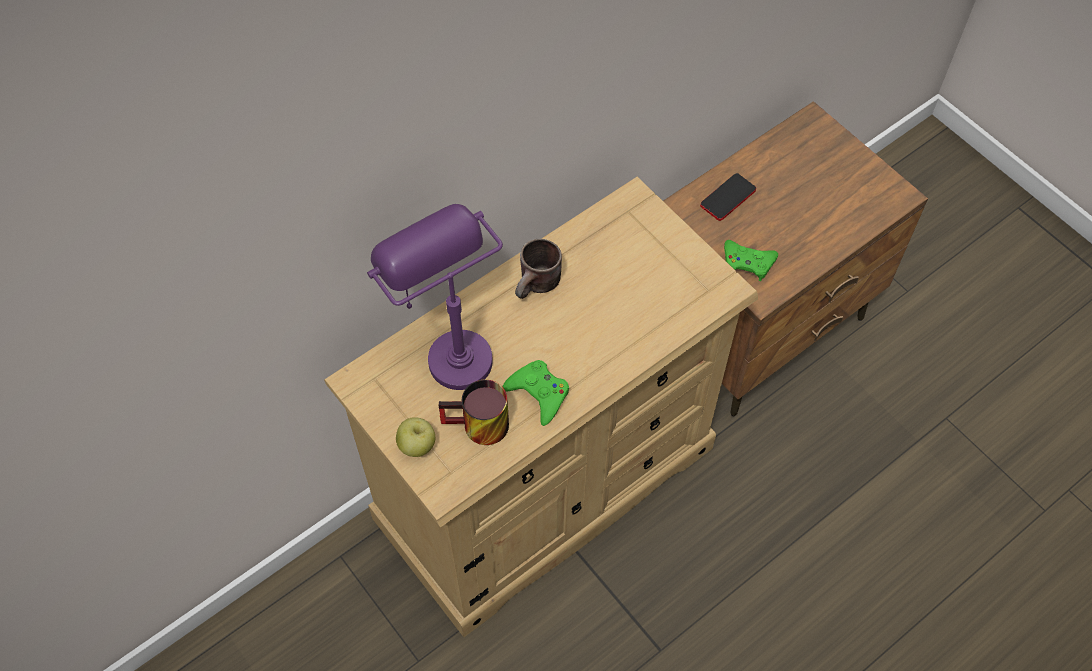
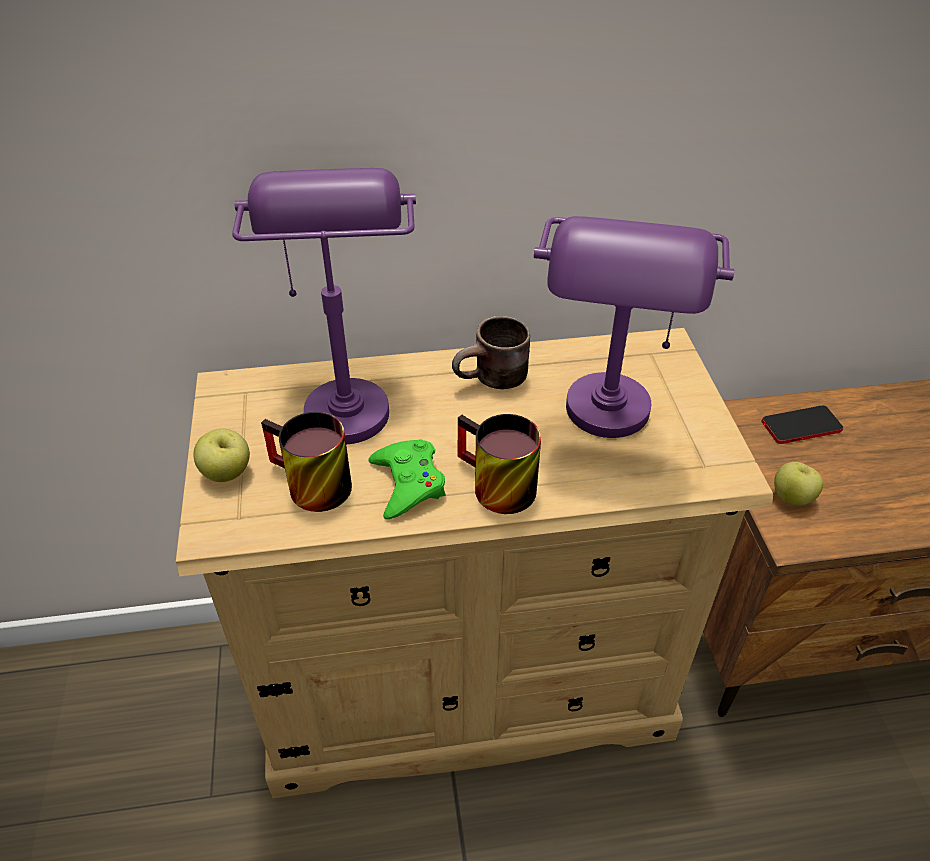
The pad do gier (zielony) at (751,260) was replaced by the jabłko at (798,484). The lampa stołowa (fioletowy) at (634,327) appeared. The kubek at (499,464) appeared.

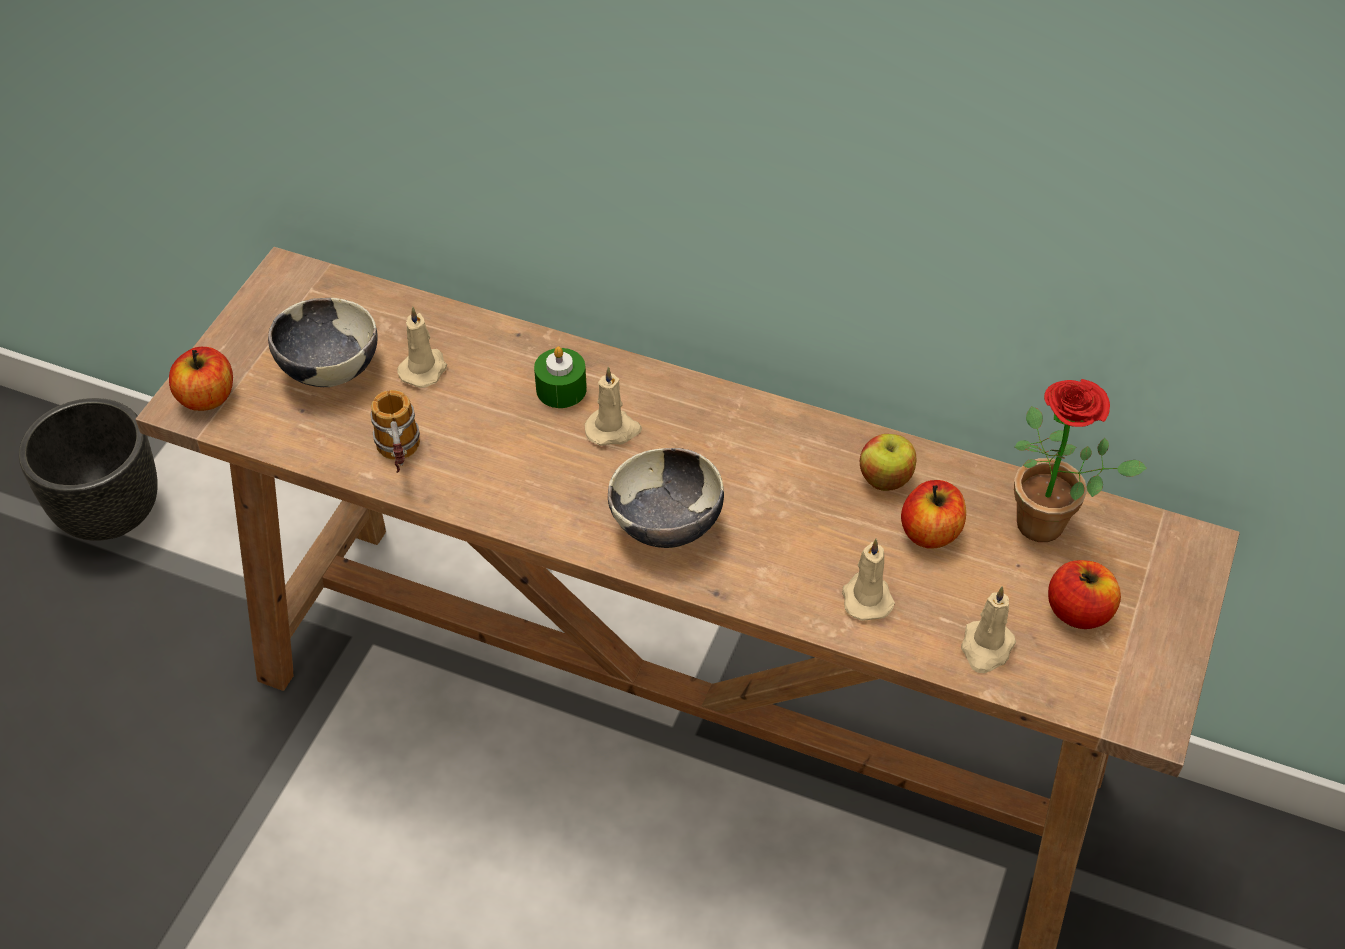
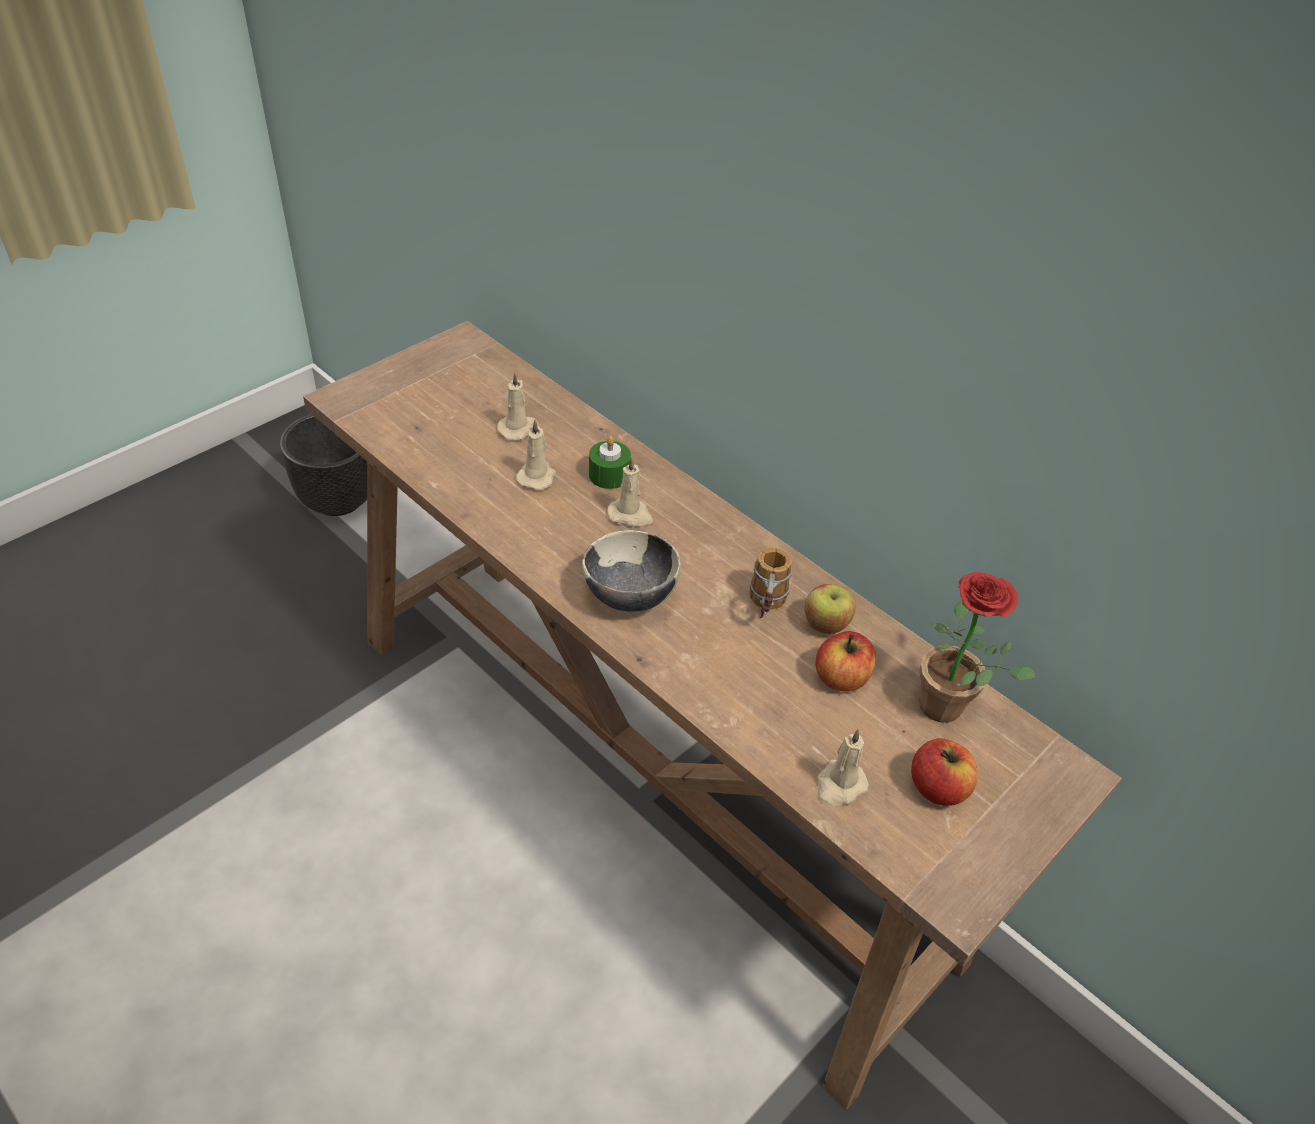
The miska at (323,342) disappeared. The jabłko at (201,379) disappeared. The kubek moved from (395,431) to (770,583). The świeca (beżowy) moved from (868,580) to (536,454).

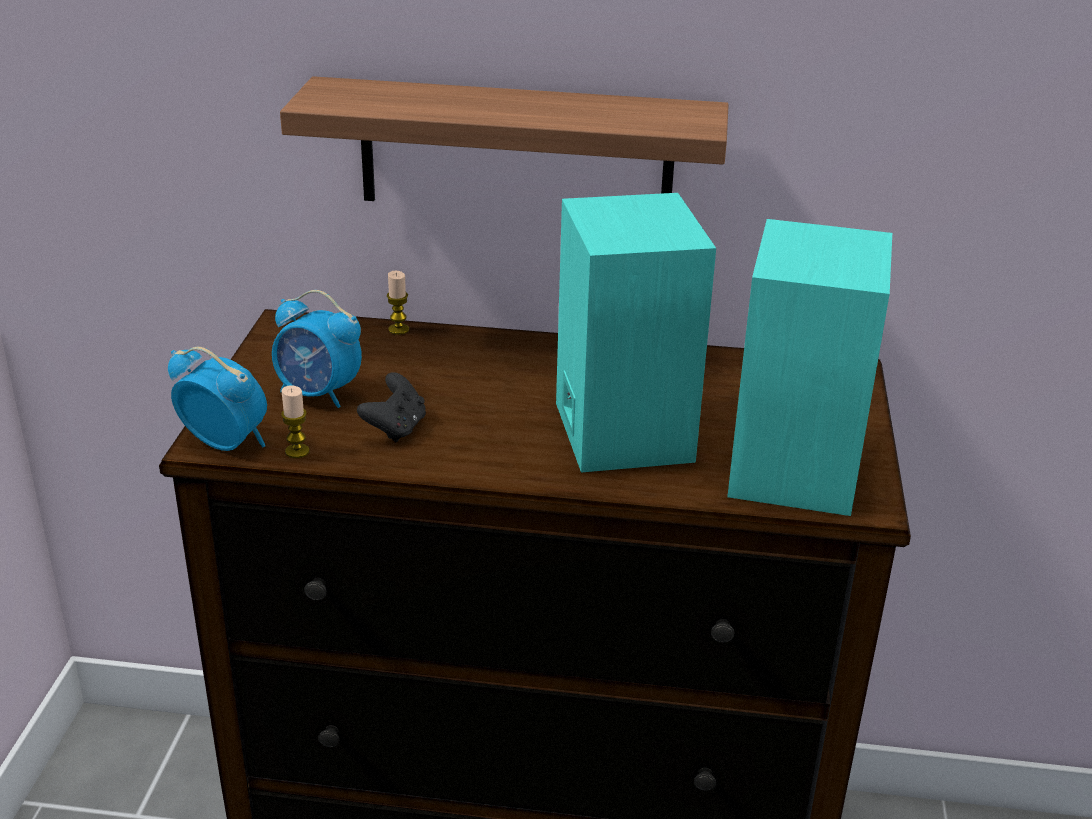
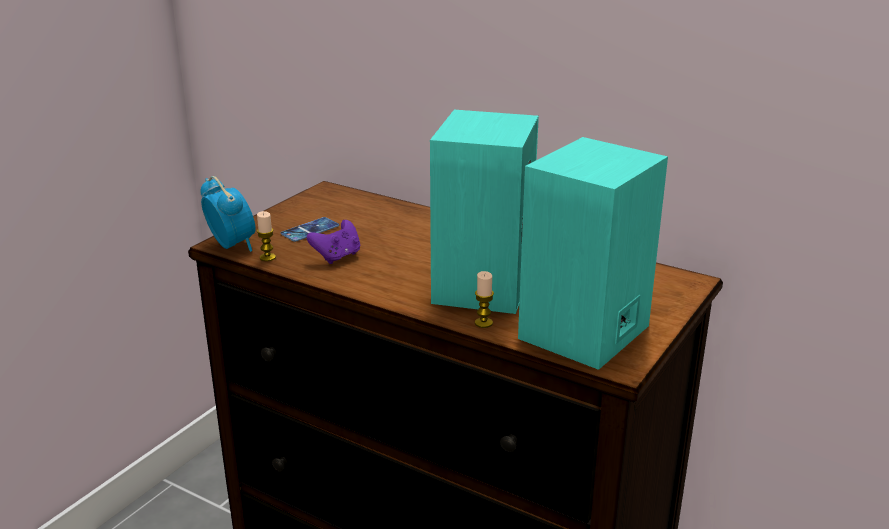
The półka at (504,138) disappeared. The świeca moved from (398,303) to (484,299). The budzik at (317,349) was replaced by the telefon at (310,229). The pad do gier (czarny) at (391,407) became the pad do gier (fioletowy) at (333,242).

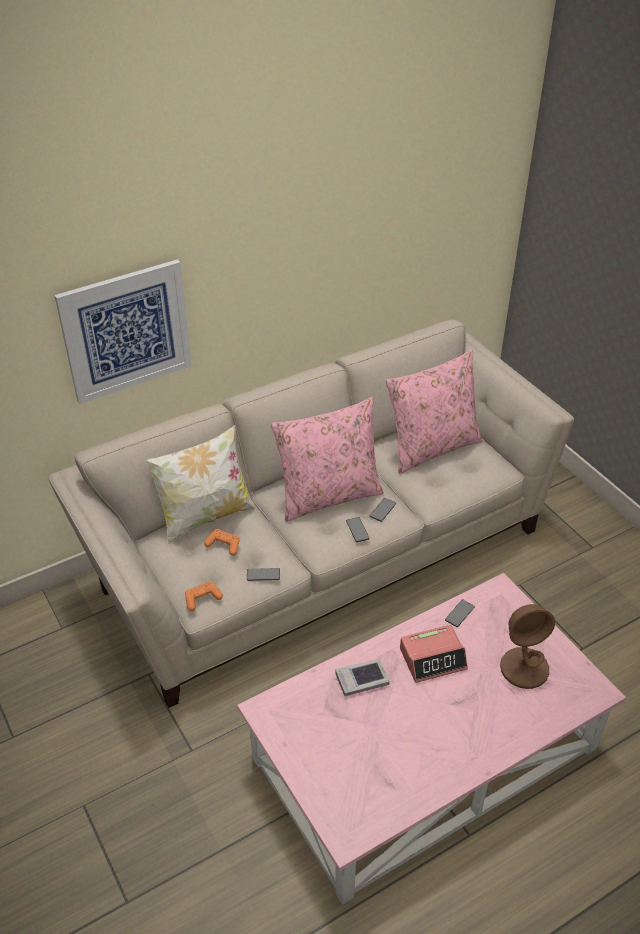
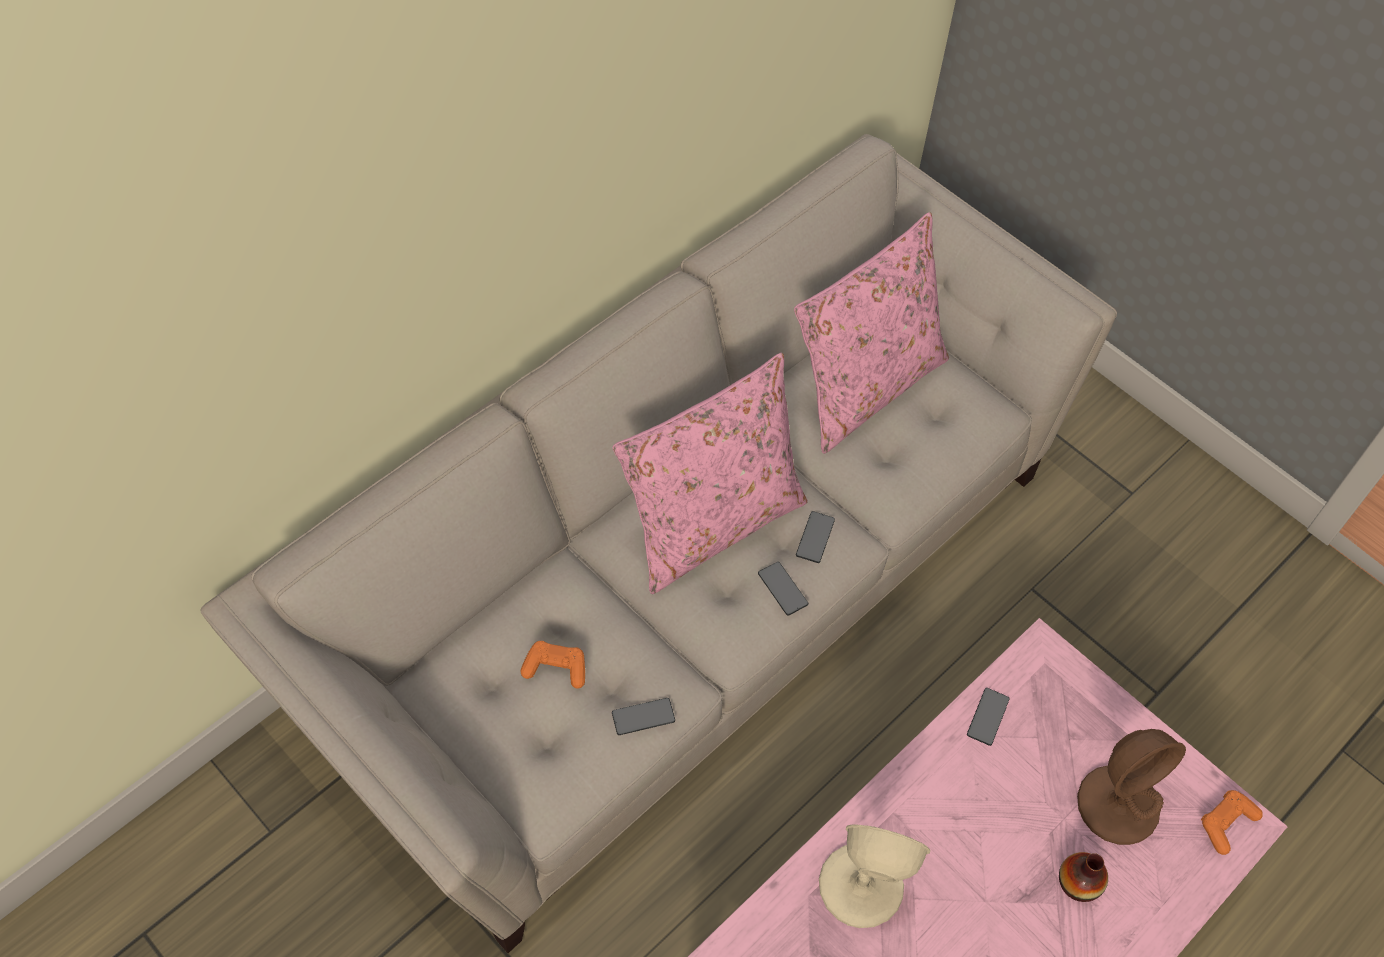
The obraz at (123,331) disappeared. The poduszka at (200,484) disappeared. The pad do gier (pomarańczowy) moved from (204,596) to (1232,822). The budzik at (434,654) disappeared. The książka at (362,677) was replaced by the lampa stołowa (beżowy) at (874,876). The wazon at (1083,877) appeared.

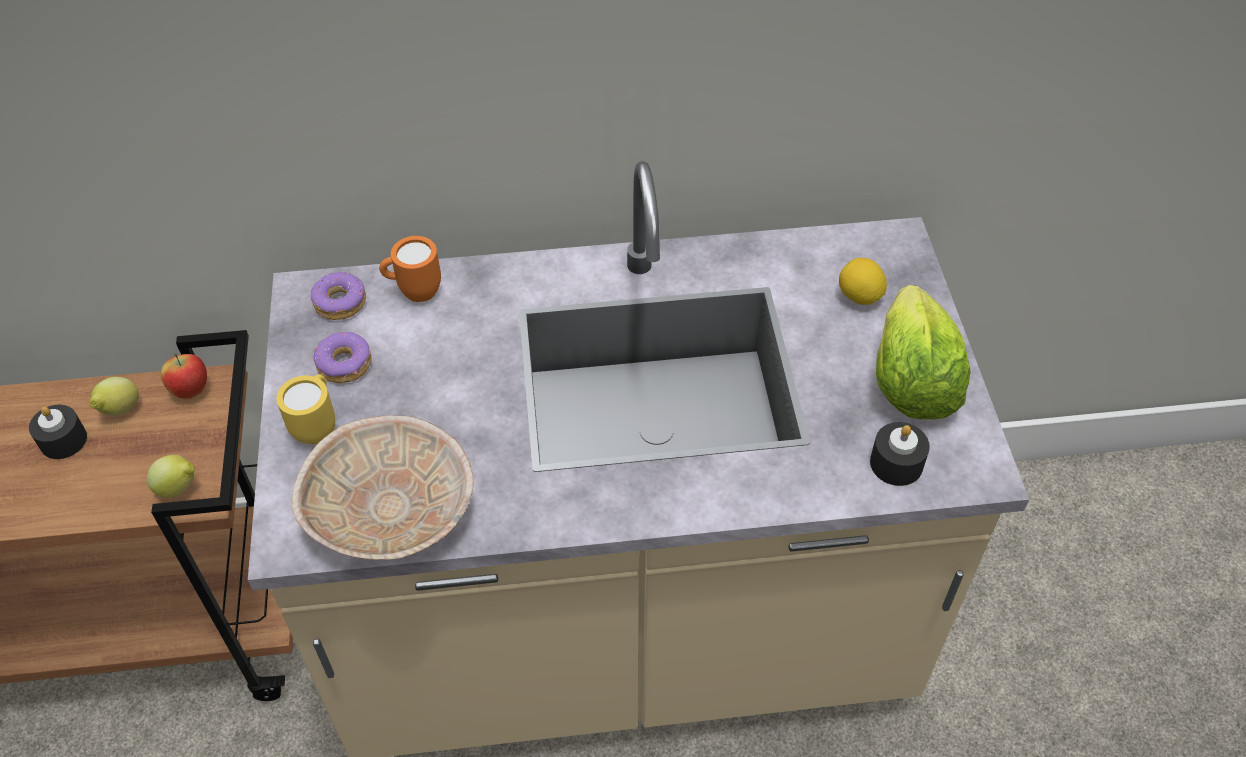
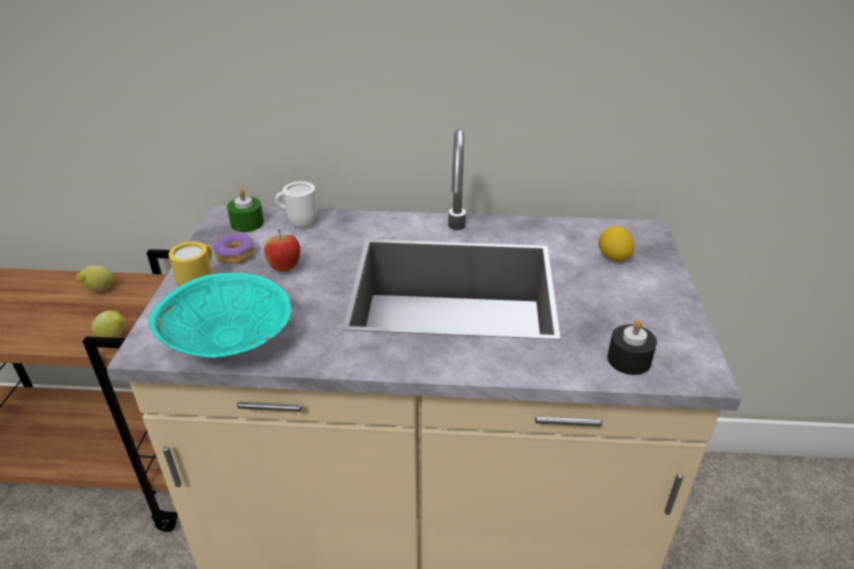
The kubek (pomarańczowy) at (410,269) became the kubek (biały) at (296,204). The donut at (338,296) was replaced by the świeca (zielony) at (245,210). The sałata at (923,352) disappeared. The jabłko moved from (184,376) to (282,251). The świeca (czarny) at (58,432) disappeared. The miska (beżowy) at (383,487) became the miska (turkusowy) at (220,315).

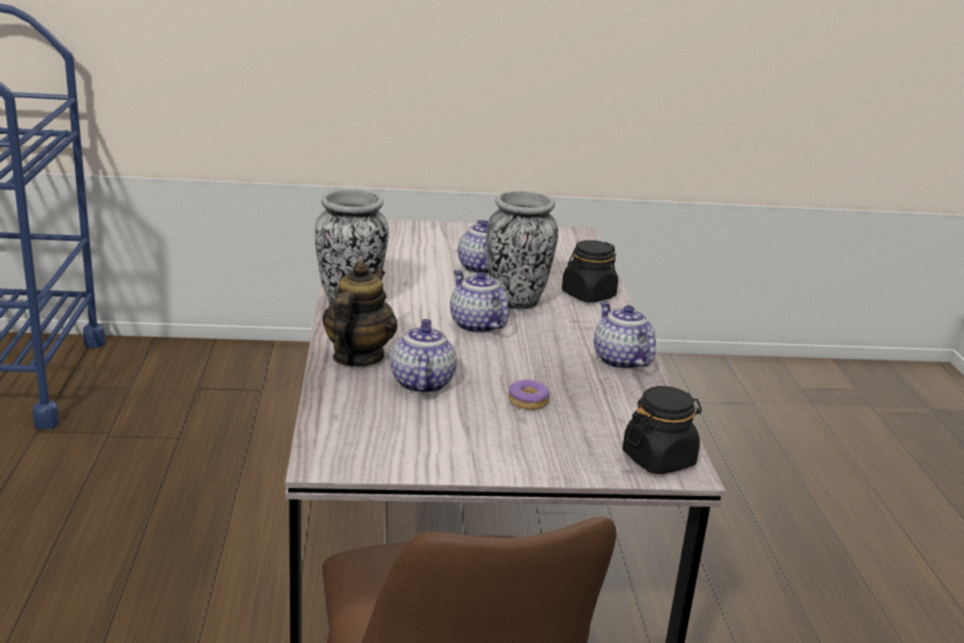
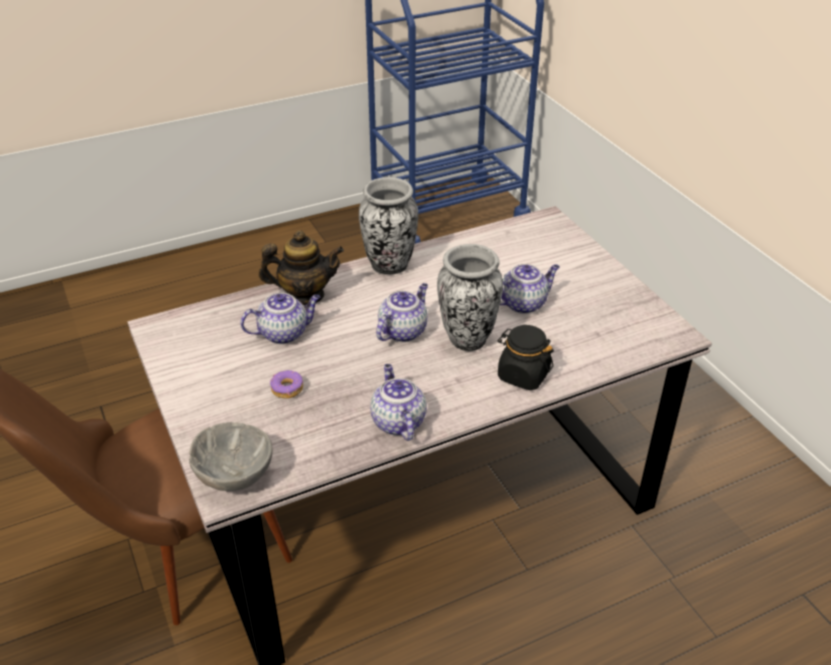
The imbryk at (625,335) turned 60 degrees counterclockwise. The słoik (czarny) at (662,430) was replaced by the miska (szary) at (231,456).

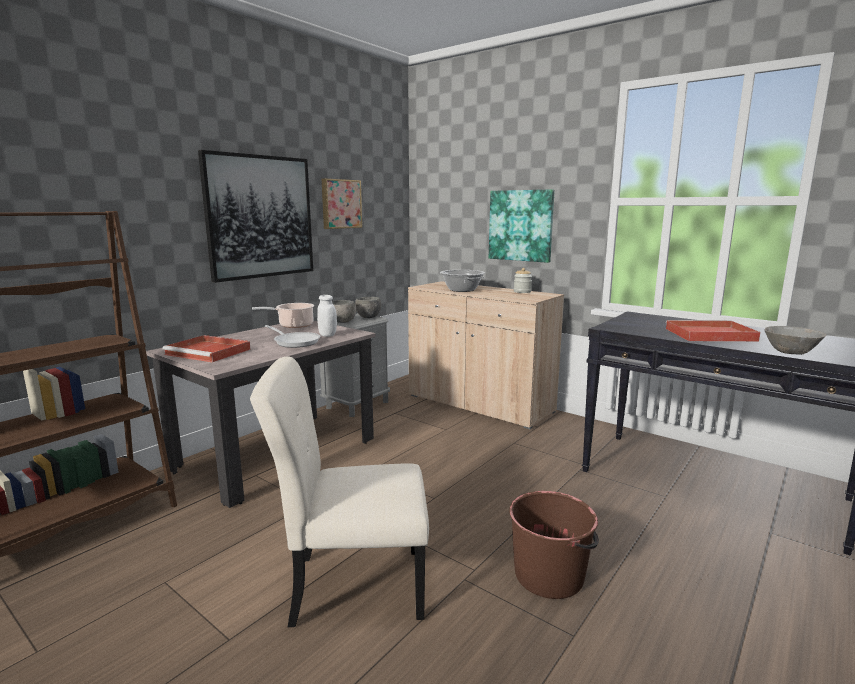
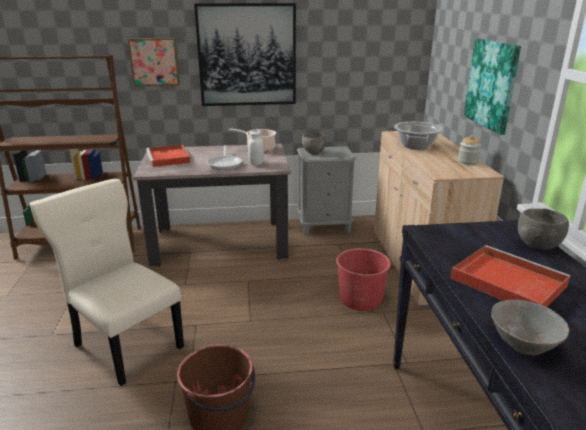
The obraz moved from (342,203) to (154,62). The miska (szary) moved from (368,307) to (543,229). The wiadro (czerwony) at (364,279) appeared.

